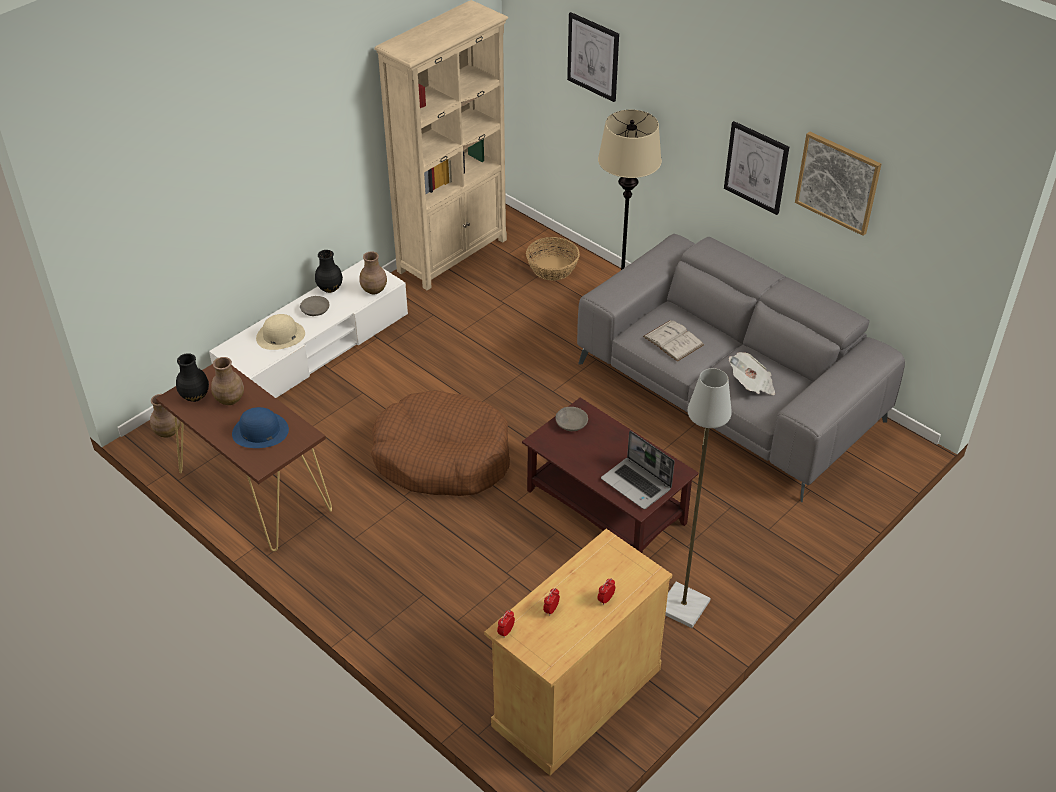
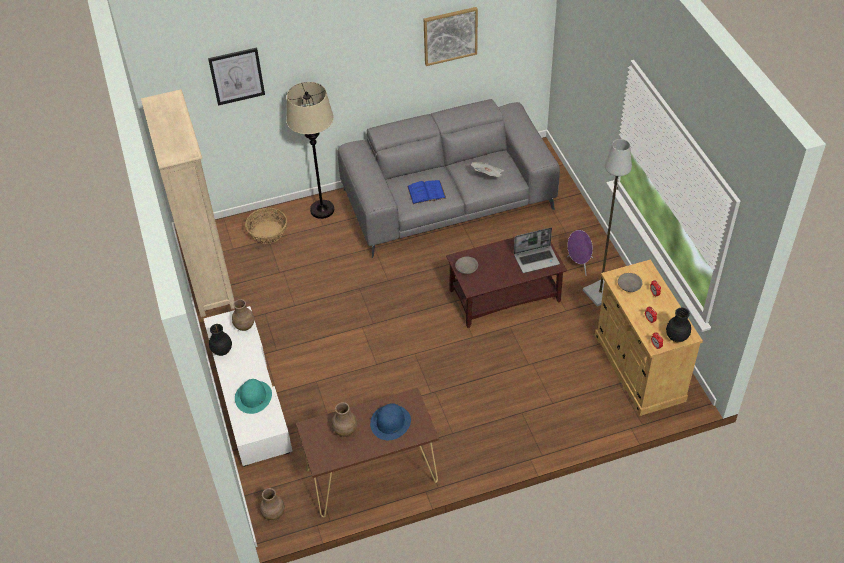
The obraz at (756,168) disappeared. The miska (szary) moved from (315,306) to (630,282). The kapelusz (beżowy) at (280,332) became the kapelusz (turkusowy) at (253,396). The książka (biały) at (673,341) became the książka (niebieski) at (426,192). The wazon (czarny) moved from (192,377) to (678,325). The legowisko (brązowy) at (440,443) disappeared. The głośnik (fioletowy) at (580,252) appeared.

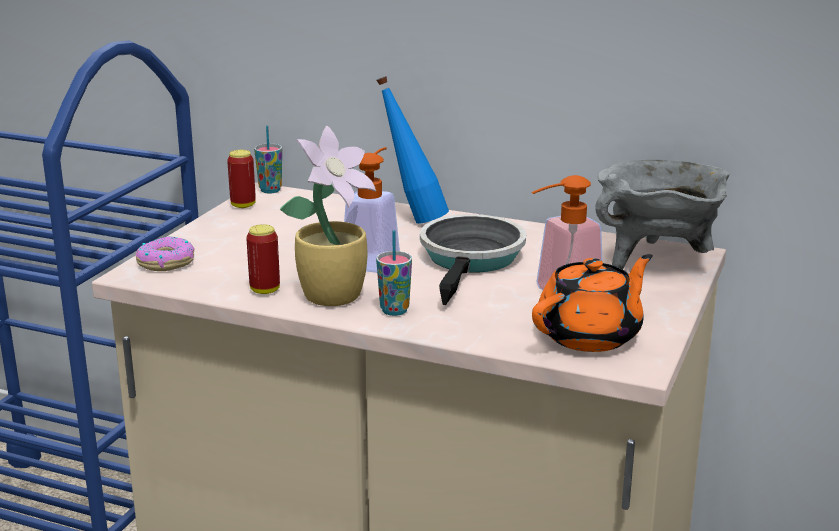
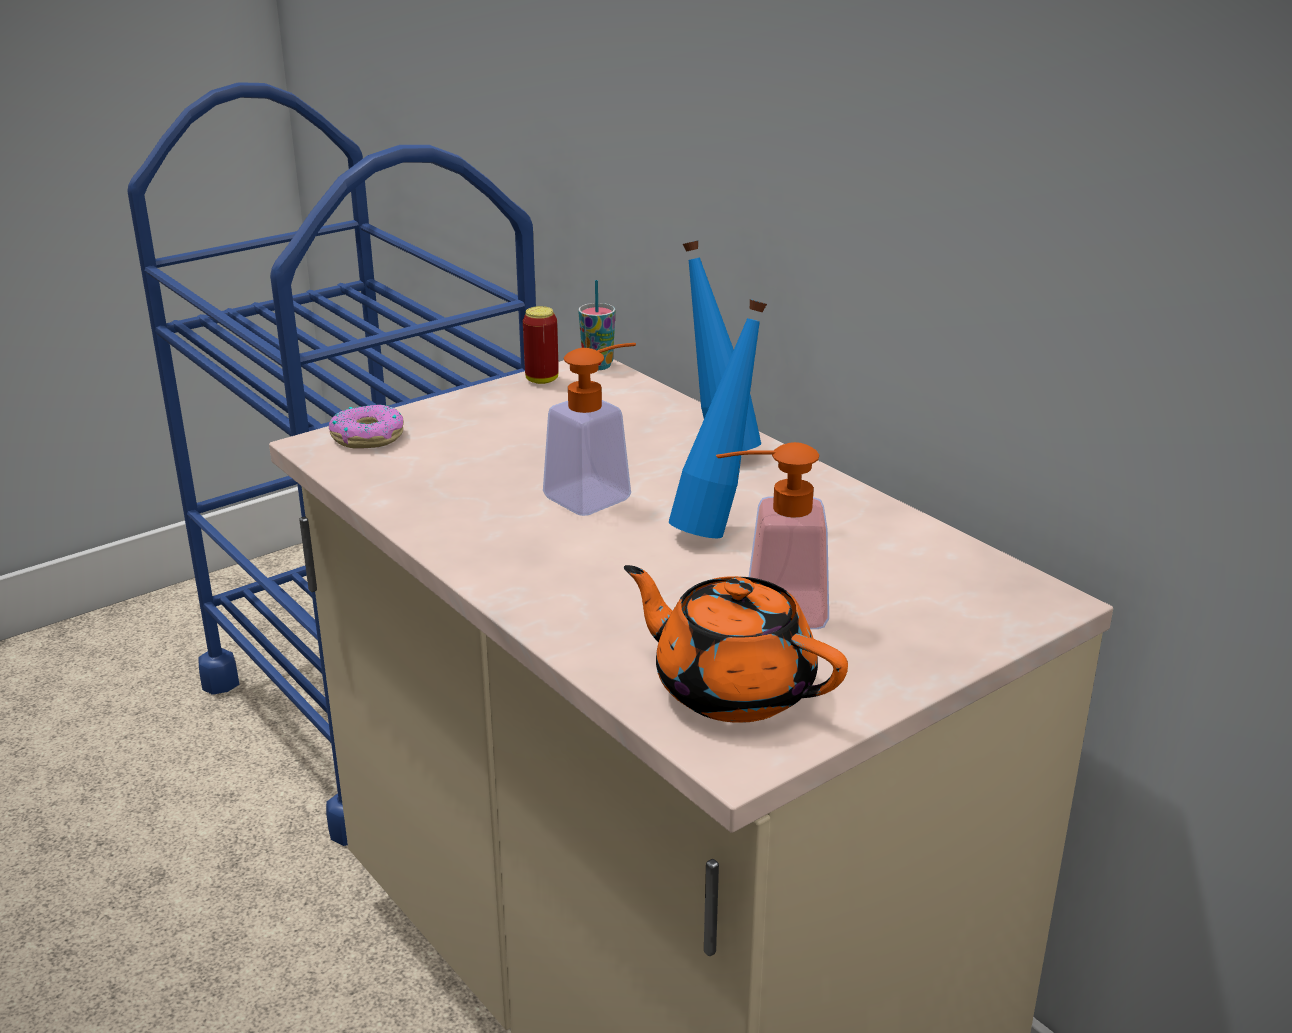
The roślina doniczkowa at (328,216) disappeared. The garnek (szary) at (662,214) disappeared. The patelnia at (473,259) was replaced by the butelka (niebieski) at (718,418). The puszka at (263,259) disappeared. The filiżanka at (394,273) disappeared. The imbryk (pomarańczowy) at (592,303) turned 135 degrees counterclockwise.

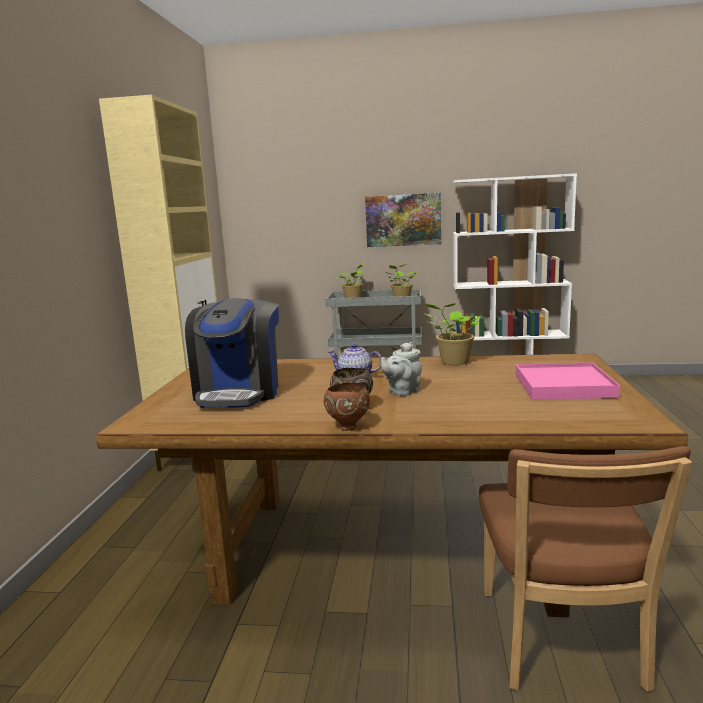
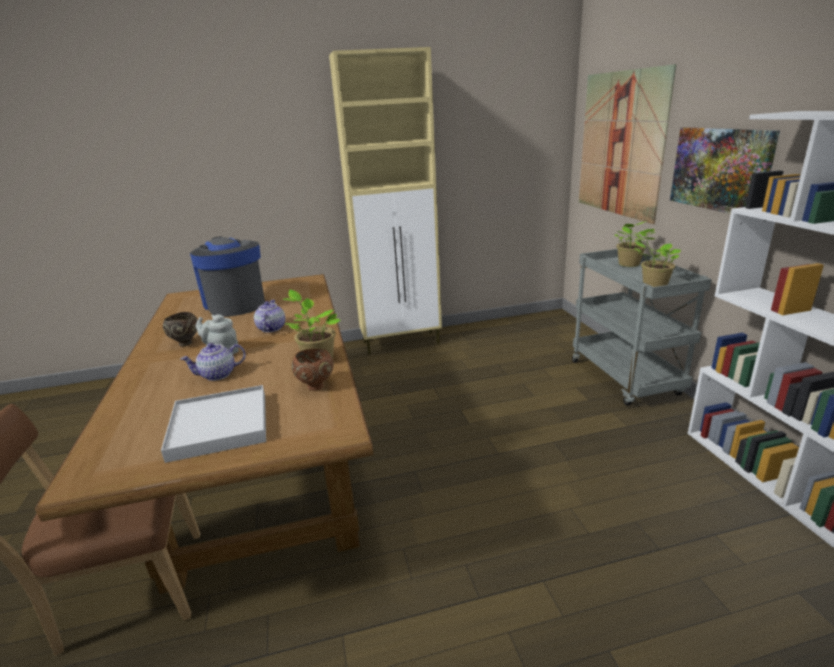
The ekspres do kawy at (232,353) turned 75 degrees clockwise. The taca (różowy) at (568,381) became the taca (biały) at (213,424). The miska (brązowy) moved from (347,406) to (313,370). The obraz at (628,144) appeared. The imbryk at (213,362) appeared.

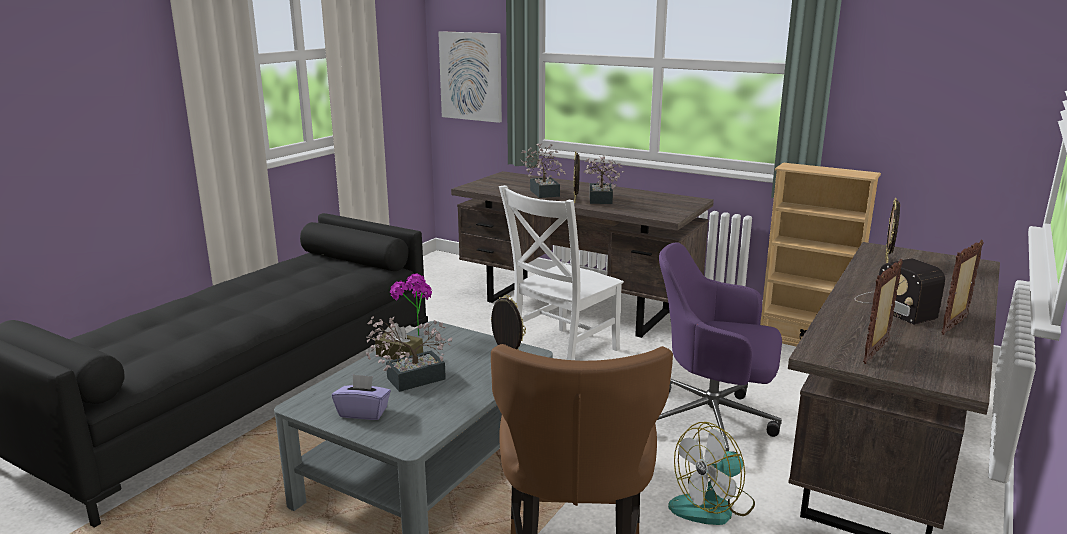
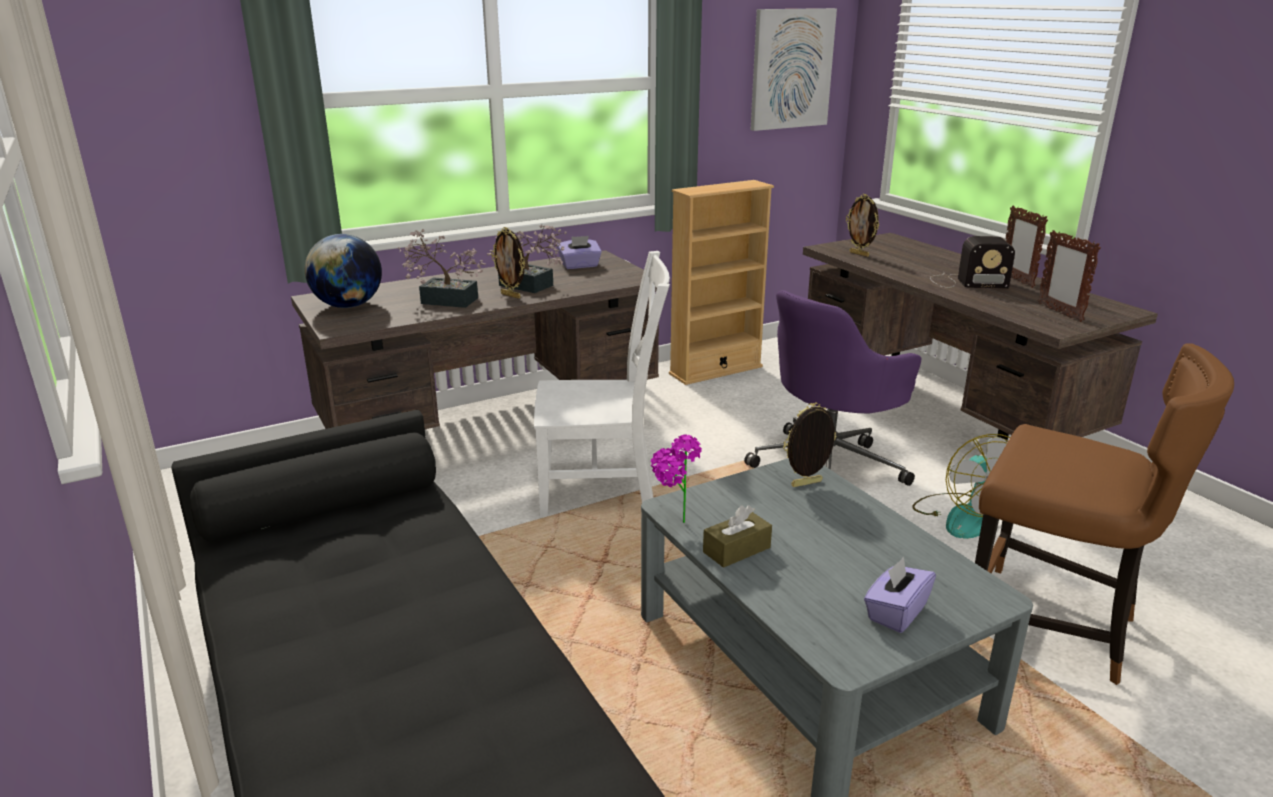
The obraz moved from (470,77) to (794,69). The krzesło (biały) at (561,272) turned 75 degrees counterclockwise. The roślina doniczkowa at (409,354) disappeared. The globus at (343,271) appeared. The pudełko chusteczek (fioletowy) at (579,252) appeared.

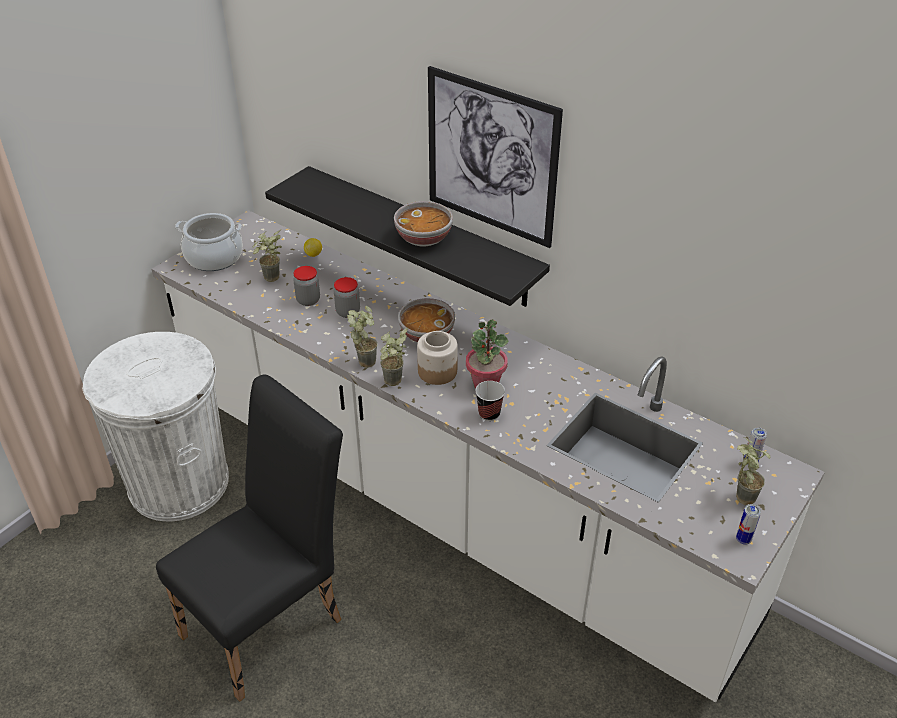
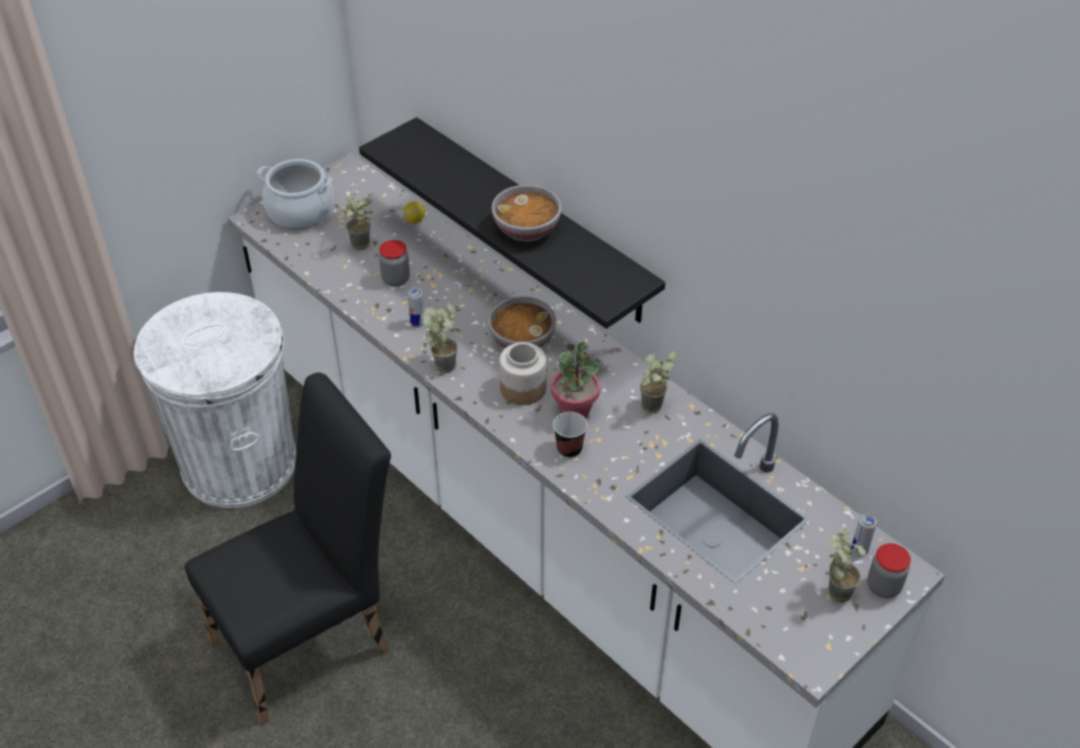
The obraz at (495,157) disappeared. The słoik moved from (347,297) to (889,570). The roślina doniczkowa moved from (394,356) to (658,382). The puszka moved from (748,524) to (416,307).

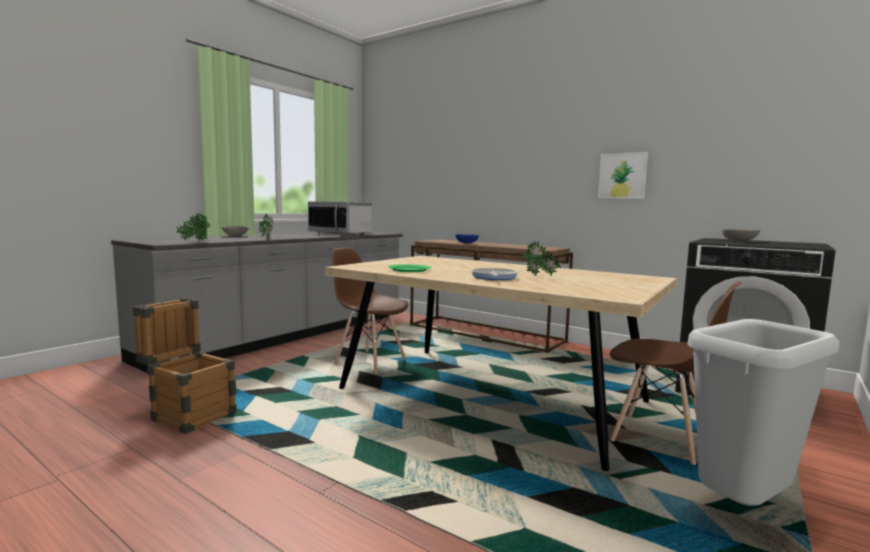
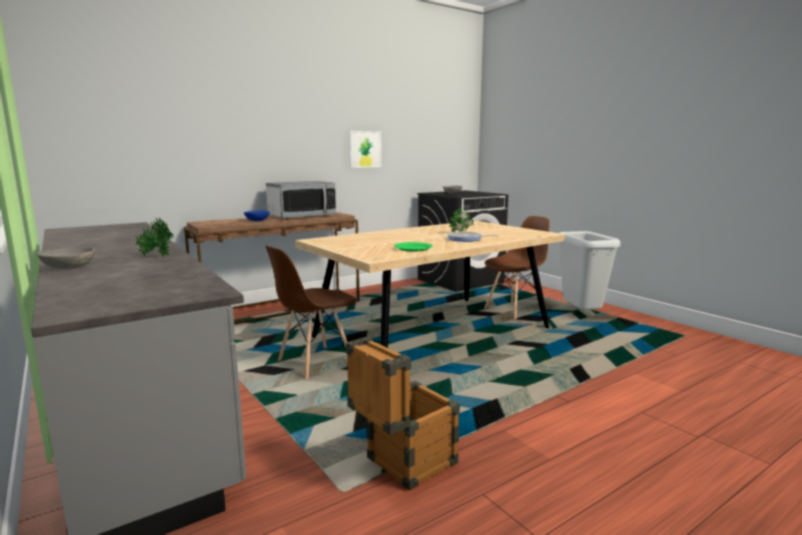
The mikrofalówka moved from (340,218) to (301,200). The roślina doniczkowa at (193,226) disappeared.

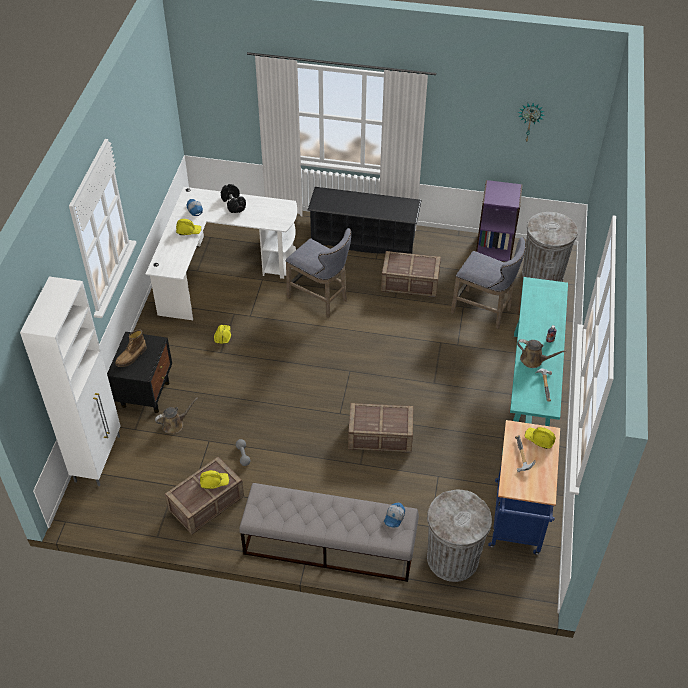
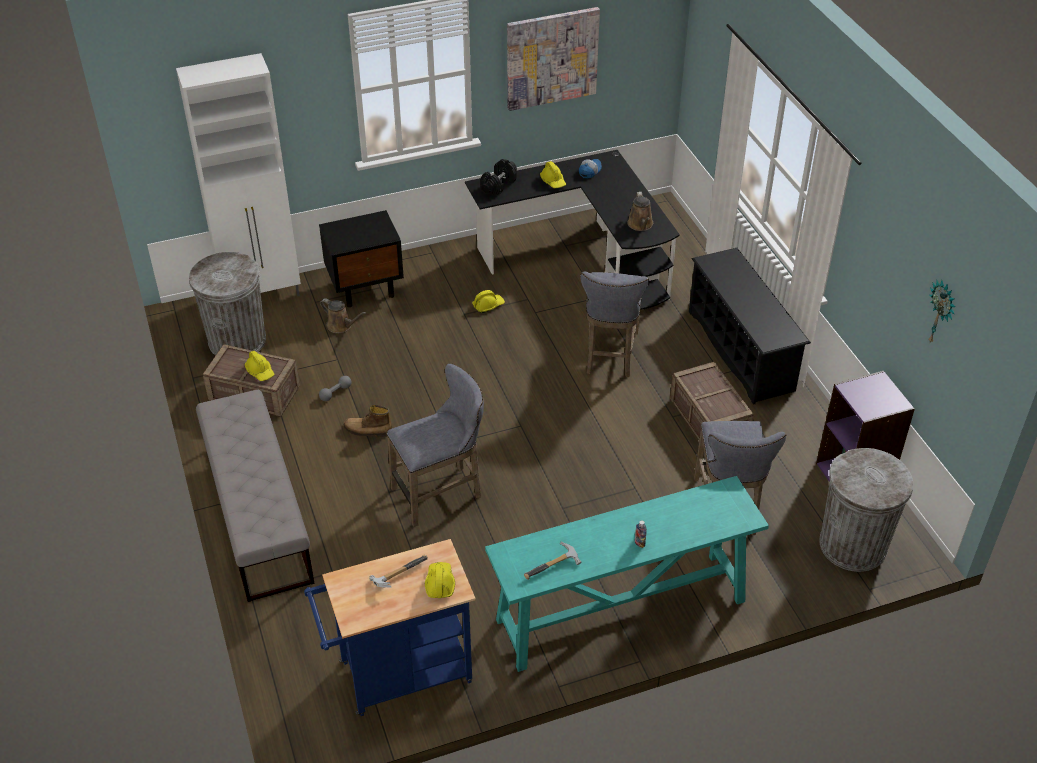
The hantel (czarny) moved from (233,198) to (498,177). The biurko (biały) at (221,253) became the biurko (czarny) at (572,230). The but z cholewką moved from (131,348) to (367,421). The konewka (brązowy) moved from (542,353) to (640,211). The skrzynka at (380,428) was replaced by the stołek (szary) at (435,445). The kosz na śmieci (szary) moved from (459,535) to (227,303). The czapka z daszkiem at (394,515) disappeared. The obraz at (553,59) appeared.

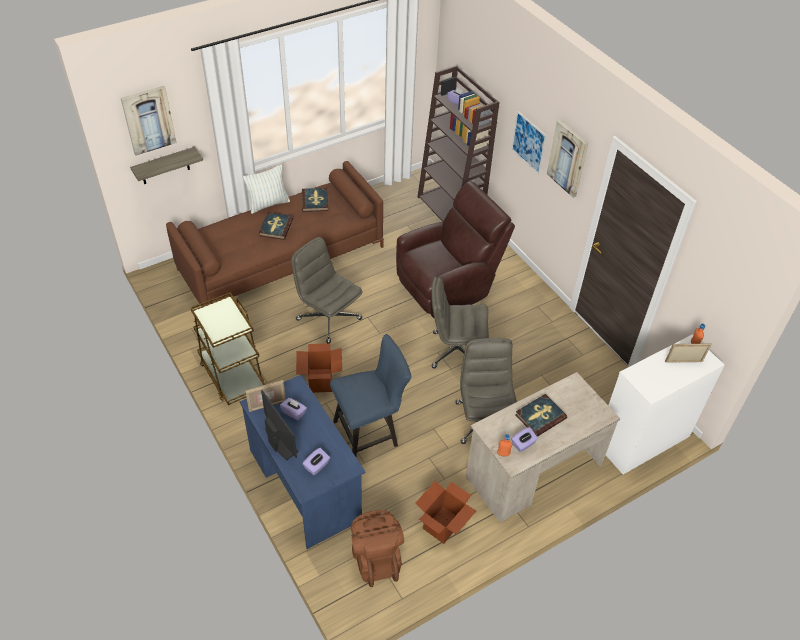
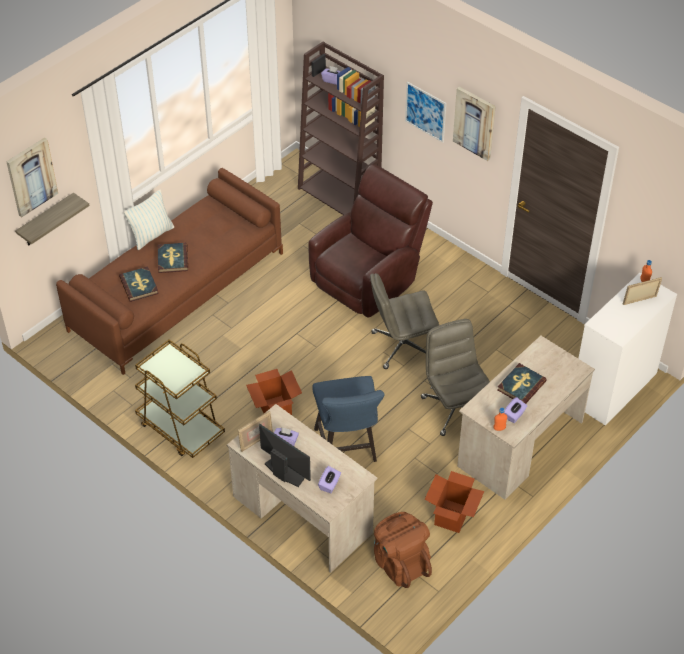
The książka moved from (315,200) to (139,284). The krzesło biurowe (szary) at (327,290) disappeared. The krzesło (niebieski) at (371,395) turned 120 degrees clockwise. The biurko (niebieski) at (303,462) became the biurko (beżowy) at (302,488).

